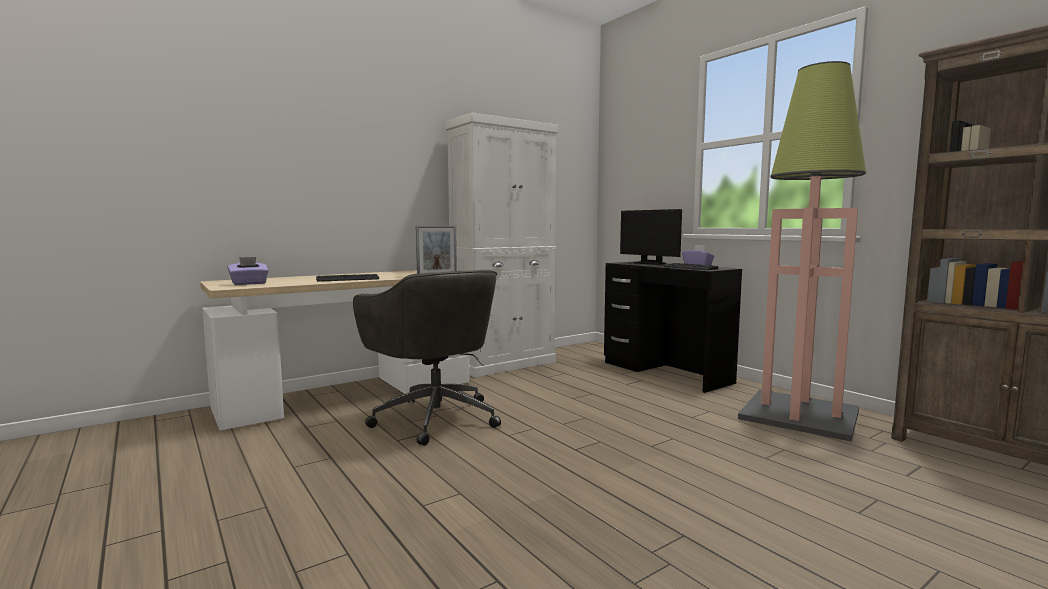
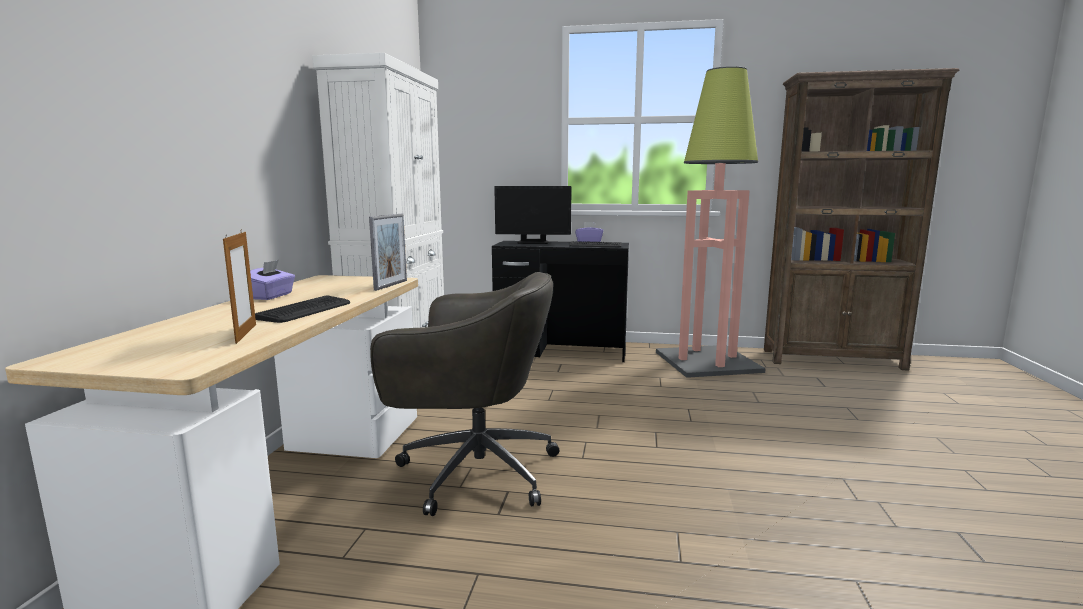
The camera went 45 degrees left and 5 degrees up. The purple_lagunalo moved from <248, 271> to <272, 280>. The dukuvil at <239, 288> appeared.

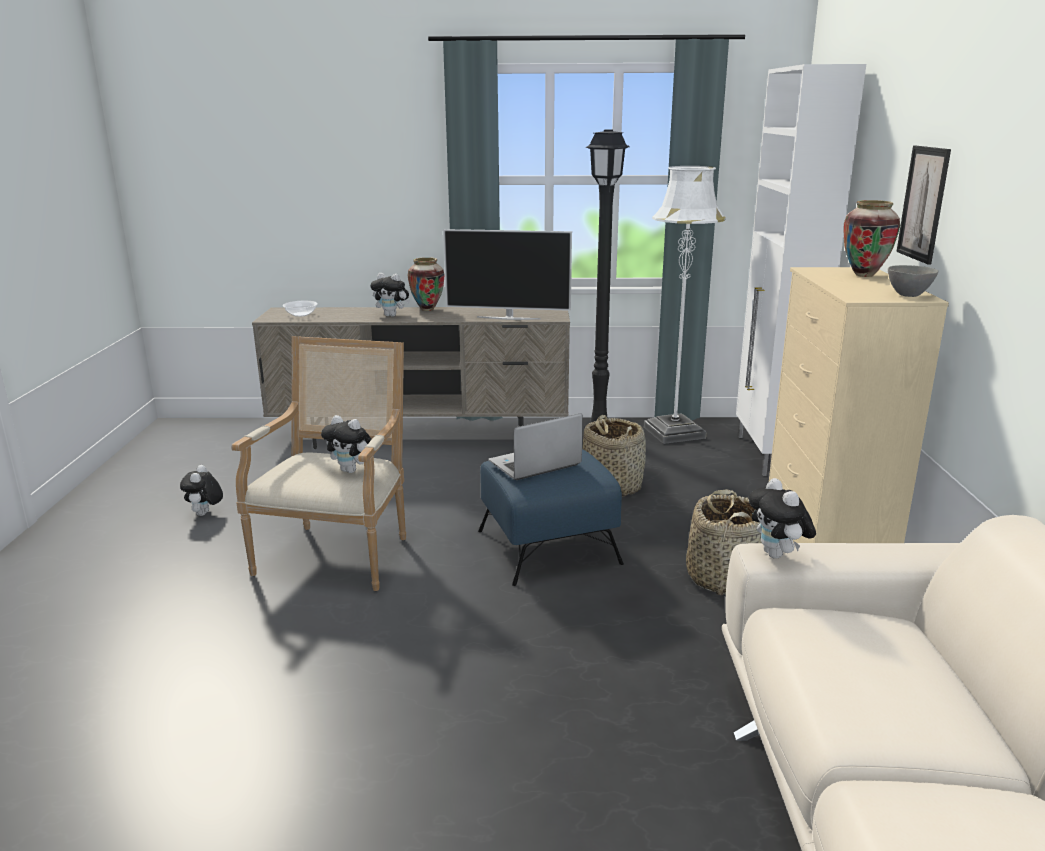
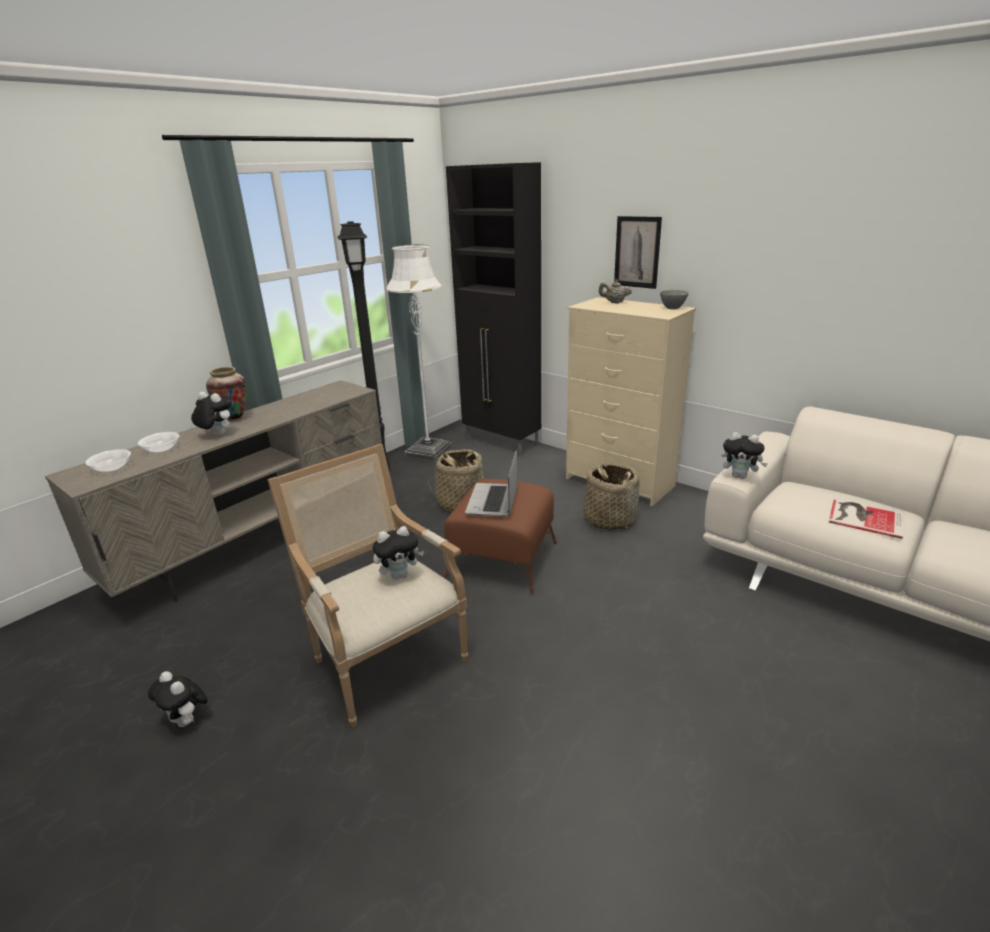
The camera went 50 degrees left and 5 degrees up. The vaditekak at <390, 295> turned 120 degrees counterclockwise. The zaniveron at <507, 274> disappeared. The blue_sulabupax at <551, 517> became the brown_sulabupax at <500, 537>. The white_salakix at <801, 270> became the black_salakix at <493, 308>. The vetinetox at <871, 238> was replaced by the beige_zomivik at <615, 291>. The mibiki at <158, 442> appeared. The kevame at <866, 519> appeared.

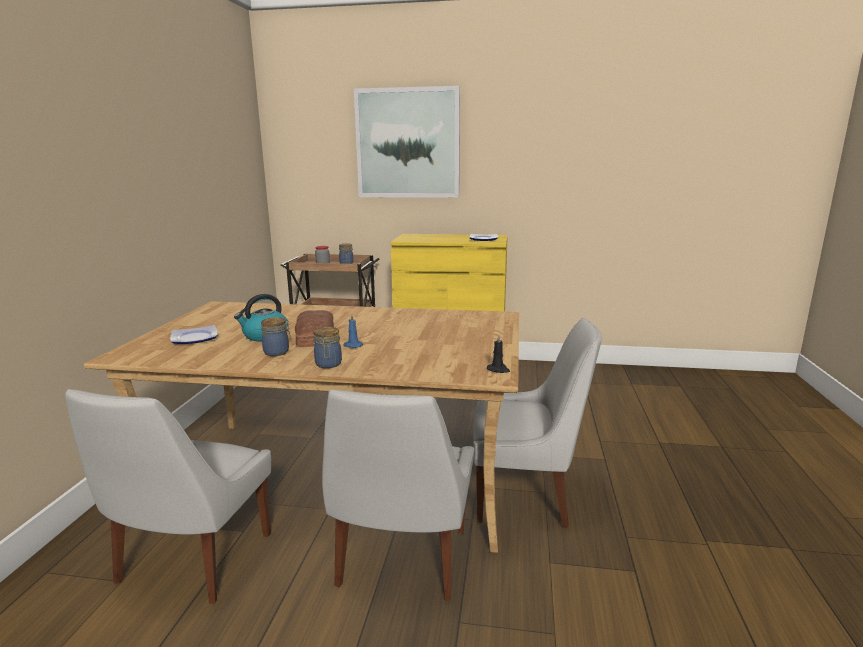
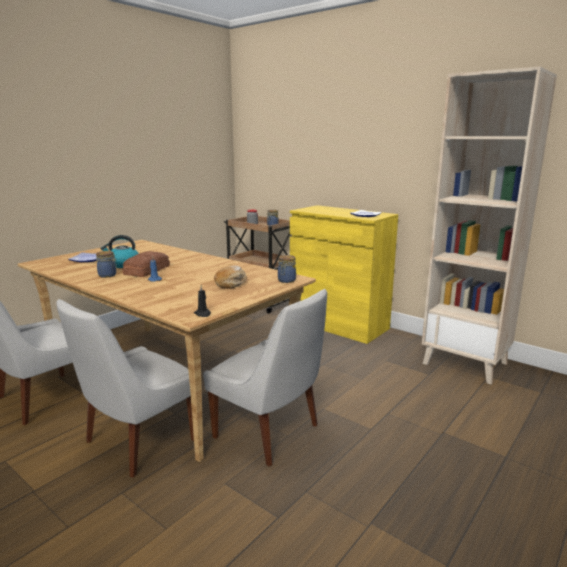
The camera went 30 degrees right and 0 degrees up. The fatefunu moved from <328, 347> to <287, 269>. The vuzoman at <407, 142> disappeared. The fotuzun at <230, 277> appeared. The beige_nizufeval at <489, 225> appeared.

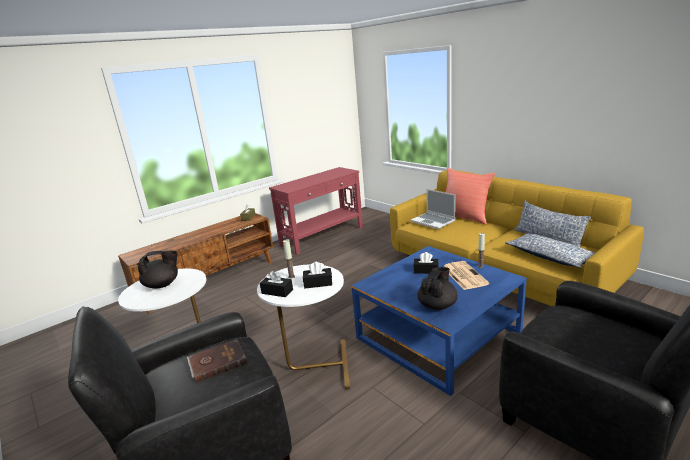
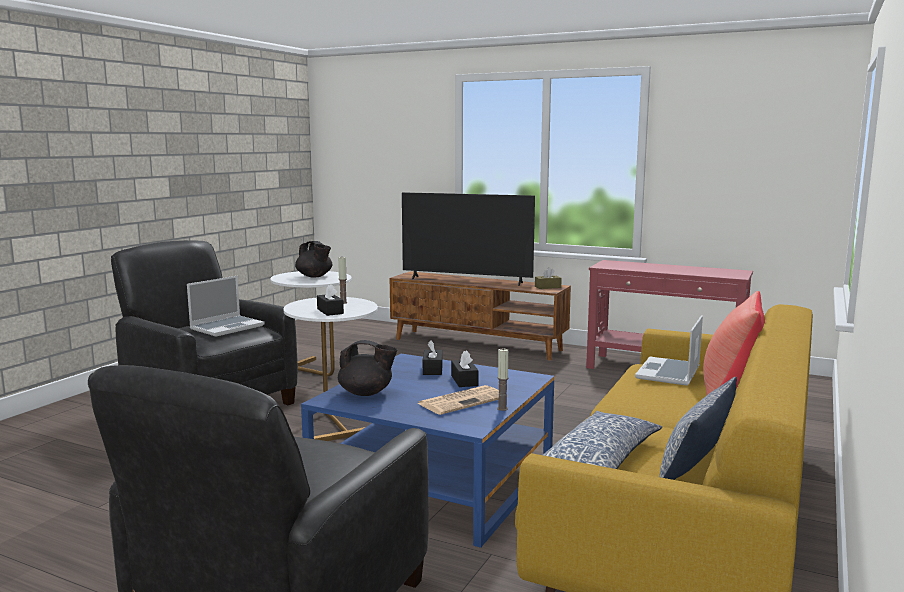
The camera went 65 degrees right and 10 degrees down. The brown_kevame at <217, 360> was replaced by the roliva at <226, 306>. The black_lagunalo moved from <276, 284> to <433, 357>. The zaniveron at <468, 239> appeared.

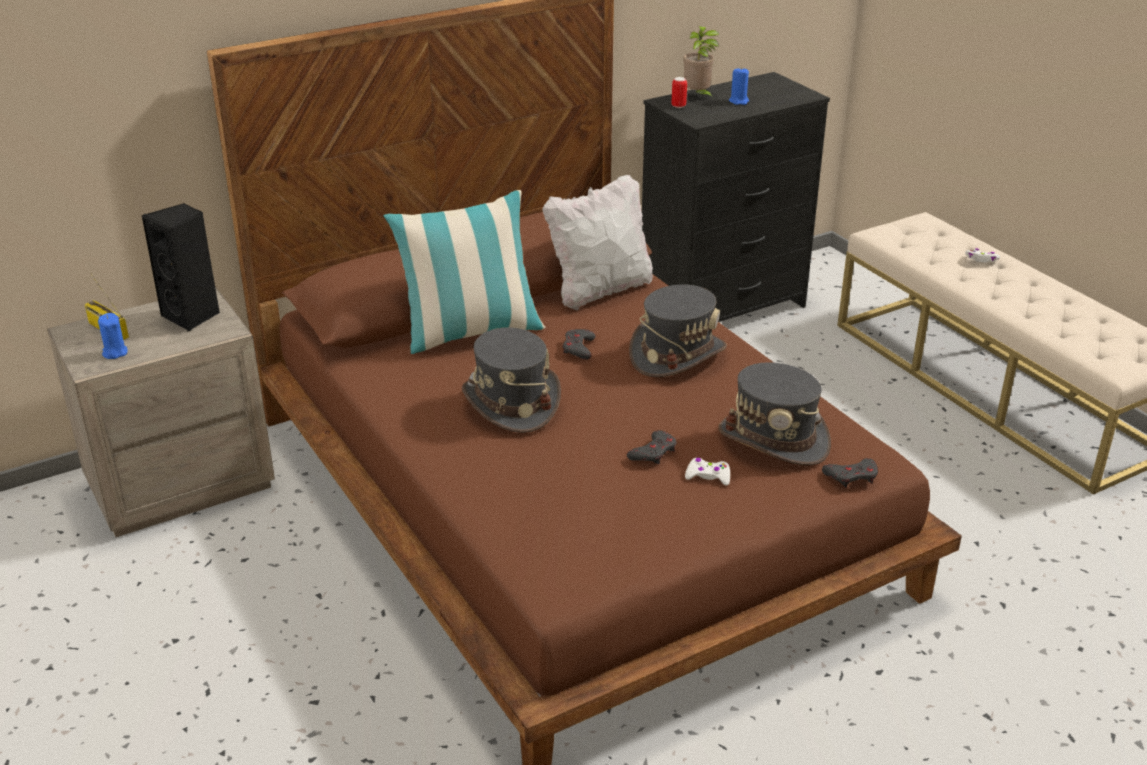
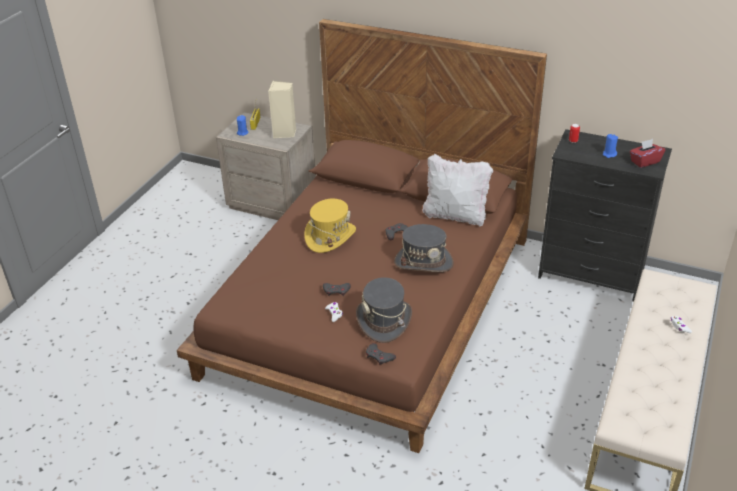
The camera went 55 degrees right and 5 degrees up. The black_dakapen at <181, 267> became the beige_dakapen at <282, 109>. The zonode at <464, 272> disappeared. The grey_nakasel at <511, 380> became the yellow_nakasel at <330, 226>. The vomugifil at <701, 63> disappeared. The red_lagunalo at <647, 153> appeared.

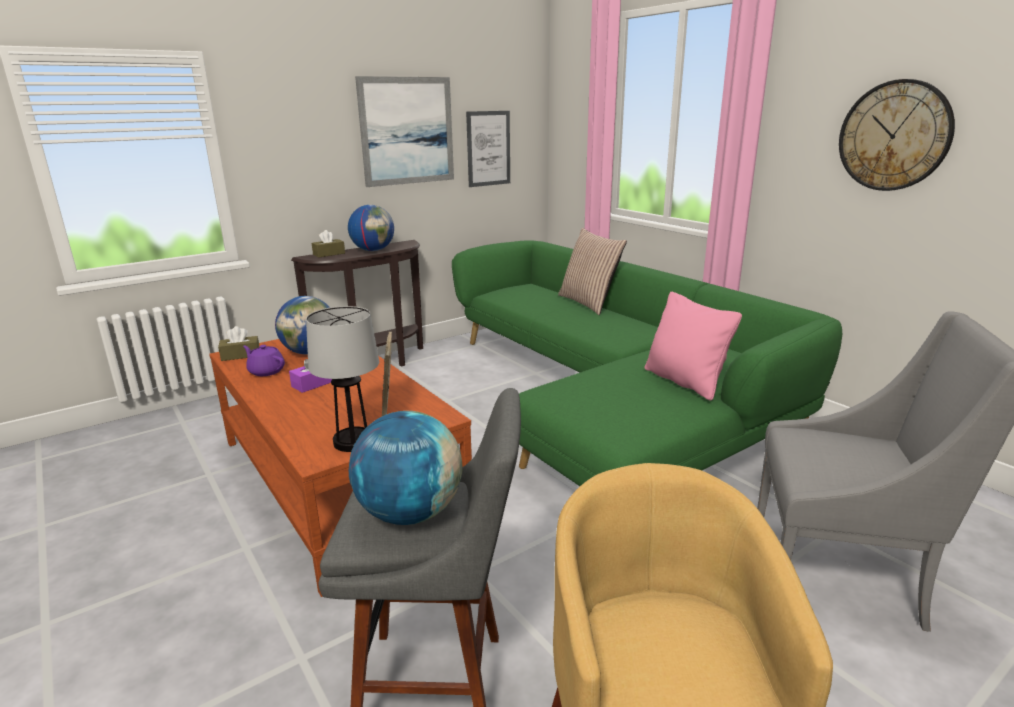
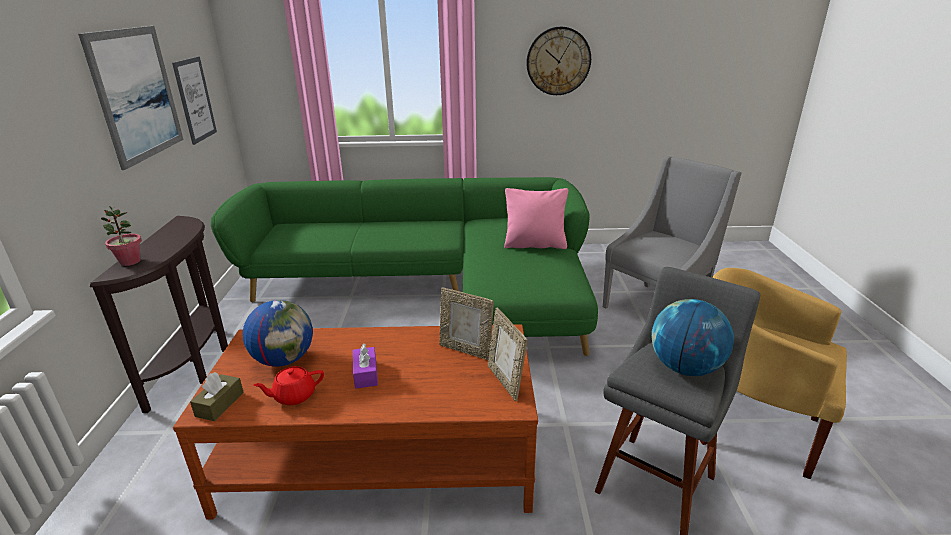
The camera went 55 degrees left and 5 degrees up. The purple_zomivik at <264, 360> became the red_zomivik at <288, 385>. The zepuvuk at <342, 379> was replaced by the dukuvil at <507, 354>. The brown_lagunalo at <328, 243> was replaced by the vomugifil at <121, 236>. The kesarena at <371, 228> disappeared. The zonode at <592, 271> disappeared.

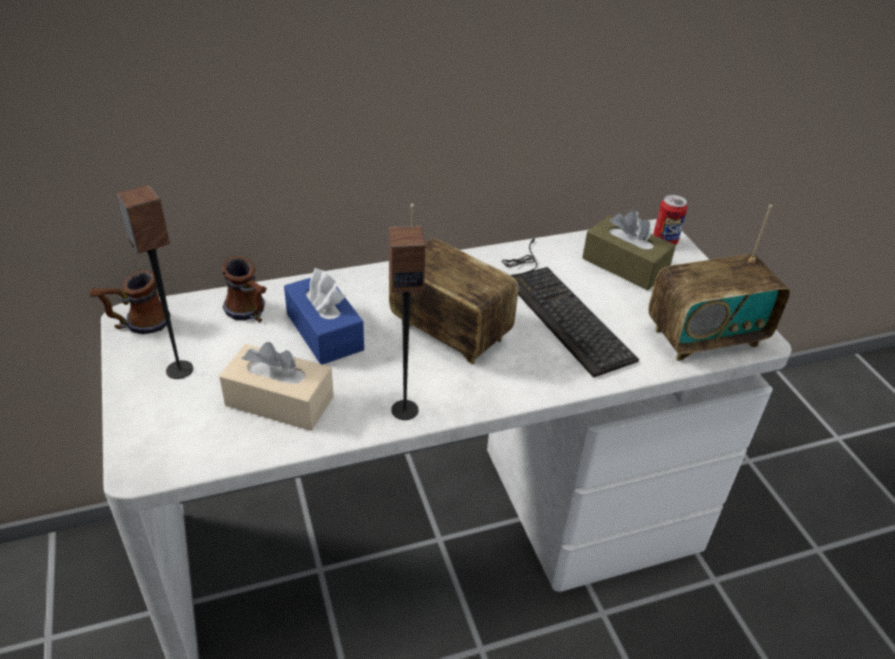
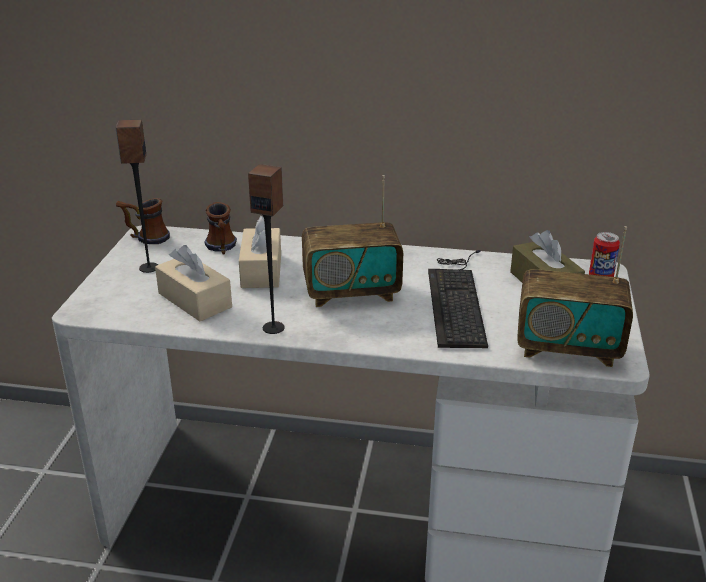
The camera went 30 degrees right and 10 degrees down. The blue_lagunalo at <324, 316> became the beige_lagunalo at <260, 252>. The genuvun at <454, 284> turned 105 degrees clockwise.

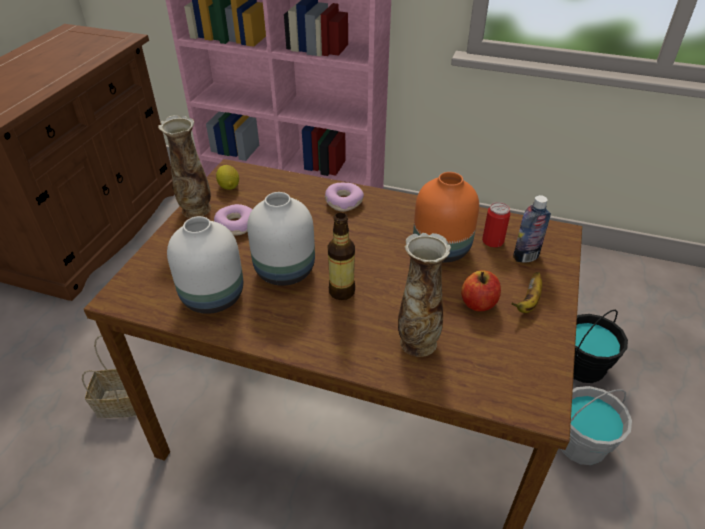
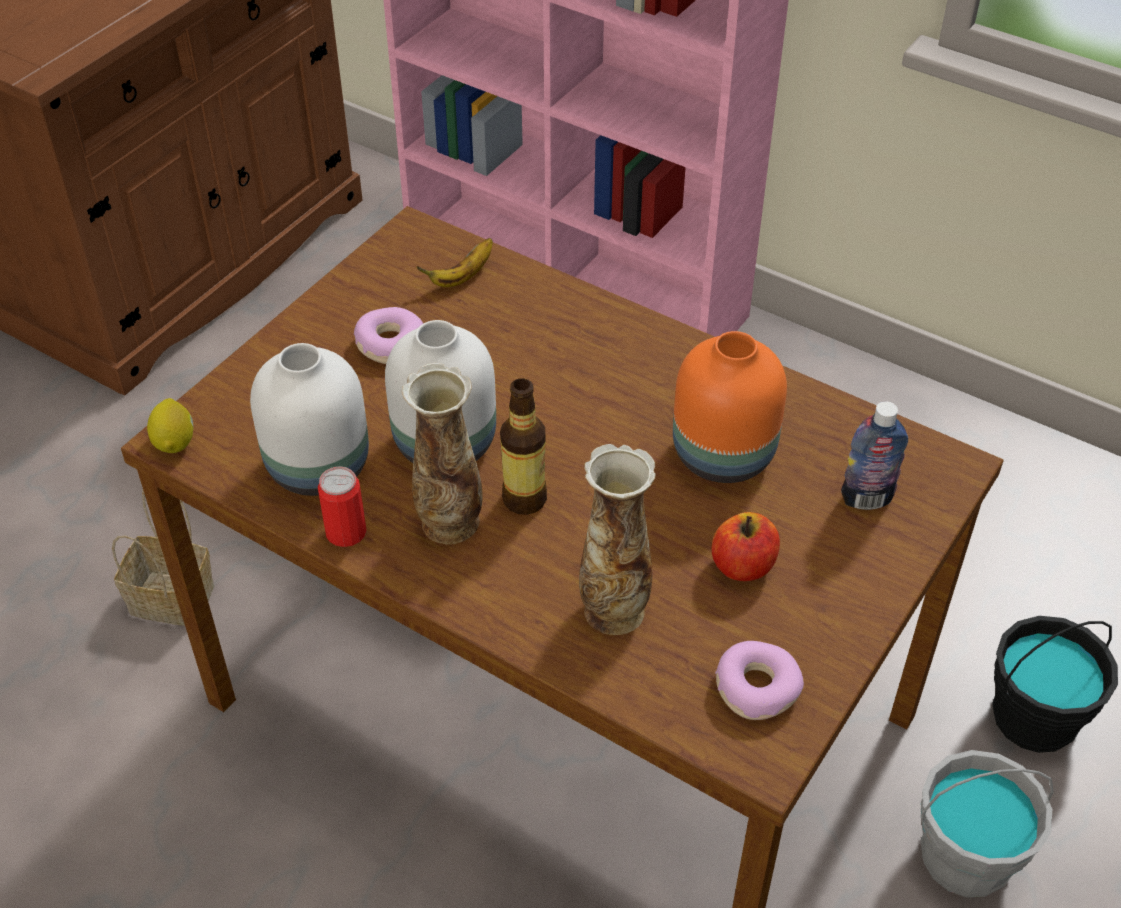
The camera went 15 degrees right and 5 degrees up. The vetinetox moved from <184, 166> to <442, 453>. The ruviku moved from <227, 177> to <170, 425>. The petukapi moved from <344, 197> to <759, 680>. The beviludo moved from <496, 224> to <342, 507>. The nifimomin moved from <526, 292> to <454, 262>.

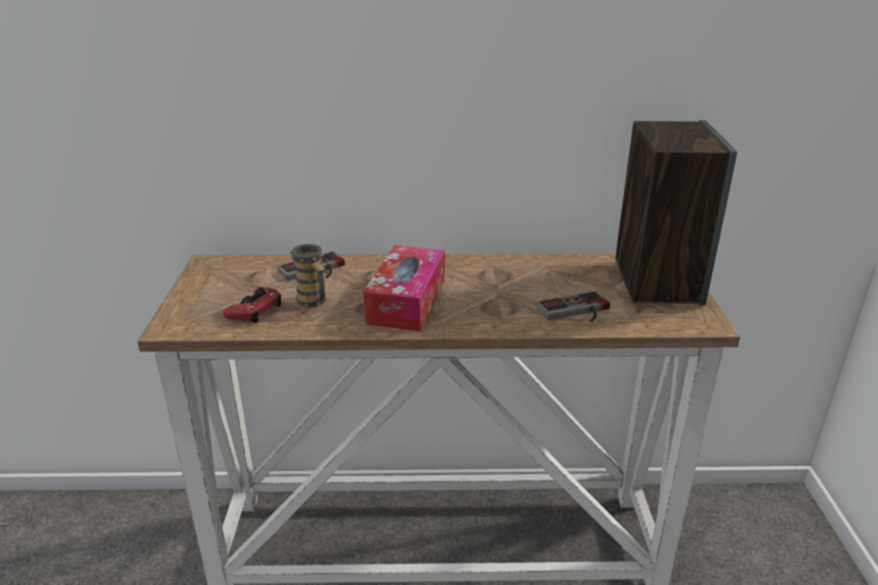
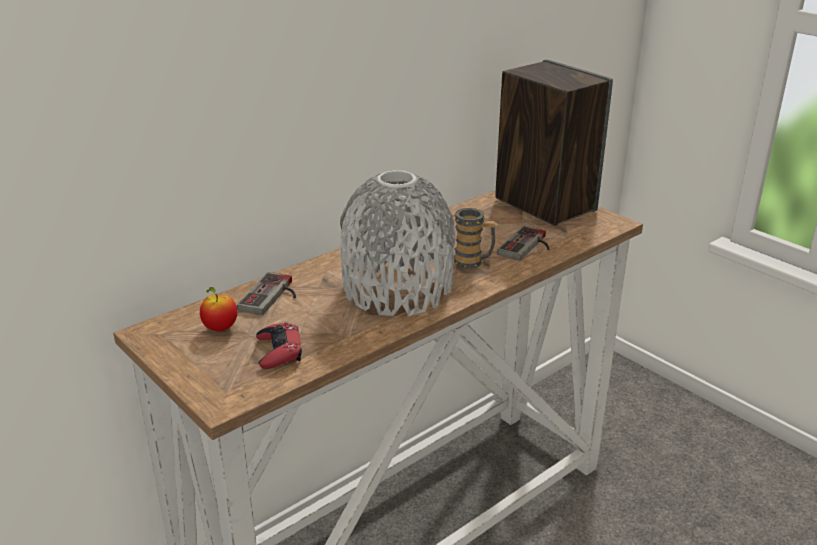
The camera went 40 degrees left and 0 degrees up. The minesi moved from <308, 276> to <475, 238>. The lagunalo at <404, 288> was replaced by the grey_vetinetox at <397, 243>. The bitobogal at <218, 309> appeared.

